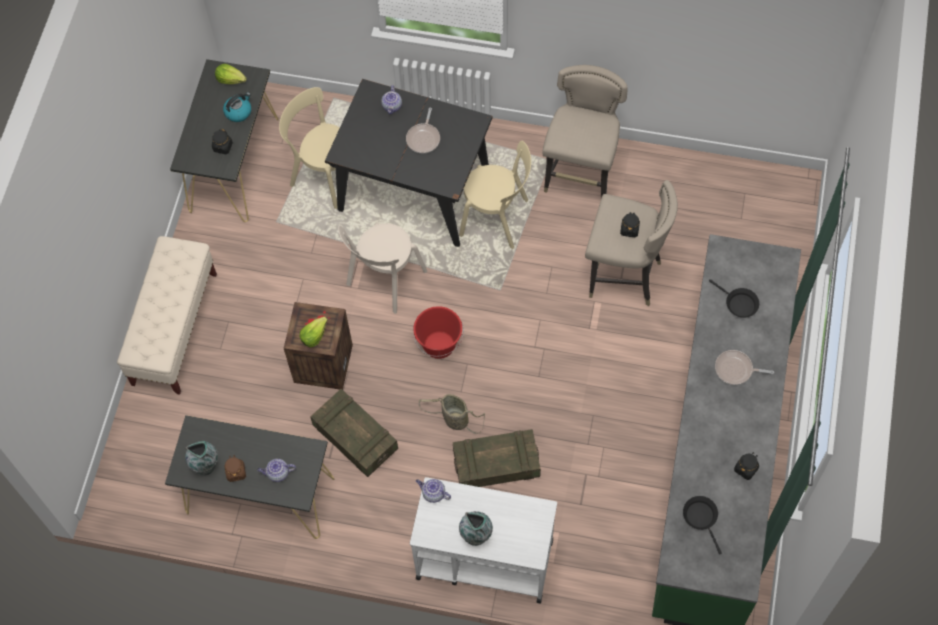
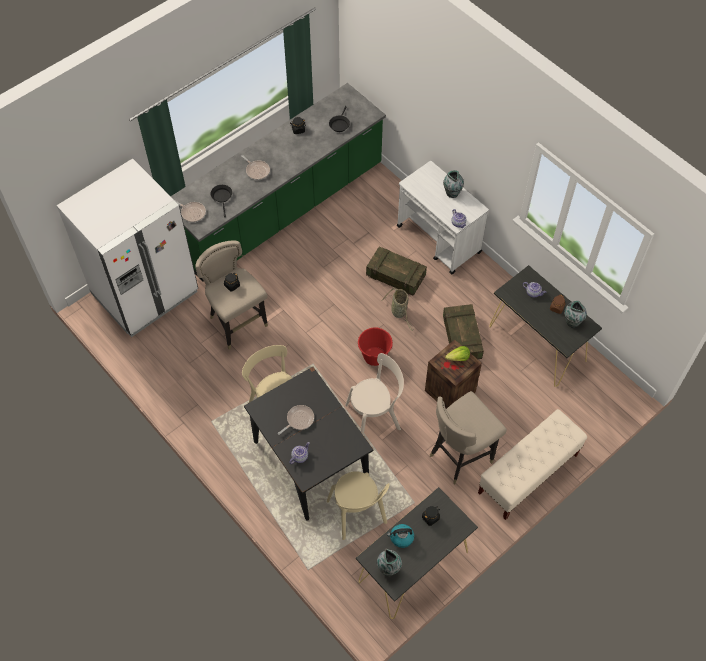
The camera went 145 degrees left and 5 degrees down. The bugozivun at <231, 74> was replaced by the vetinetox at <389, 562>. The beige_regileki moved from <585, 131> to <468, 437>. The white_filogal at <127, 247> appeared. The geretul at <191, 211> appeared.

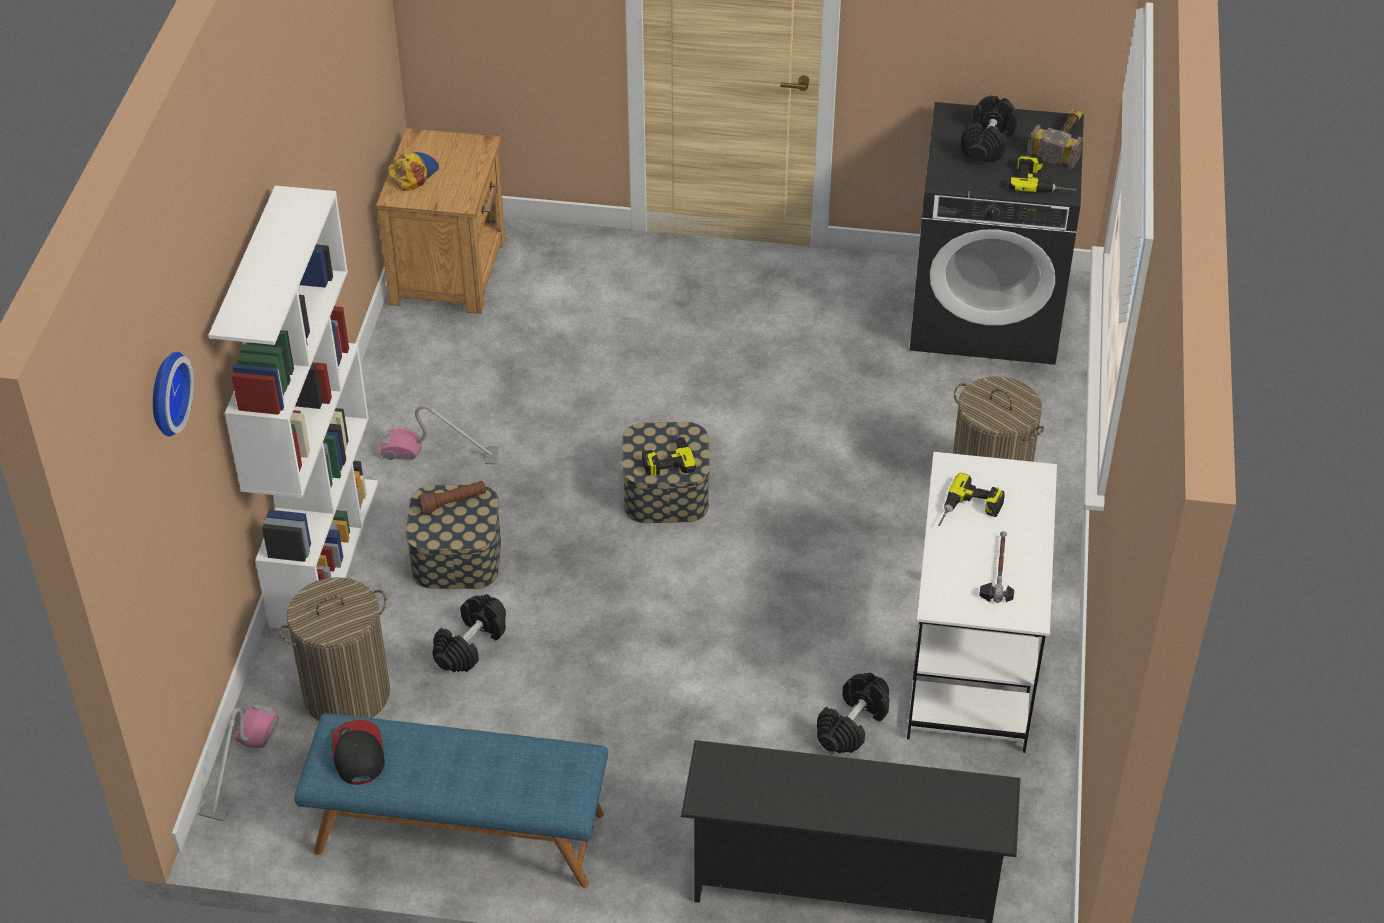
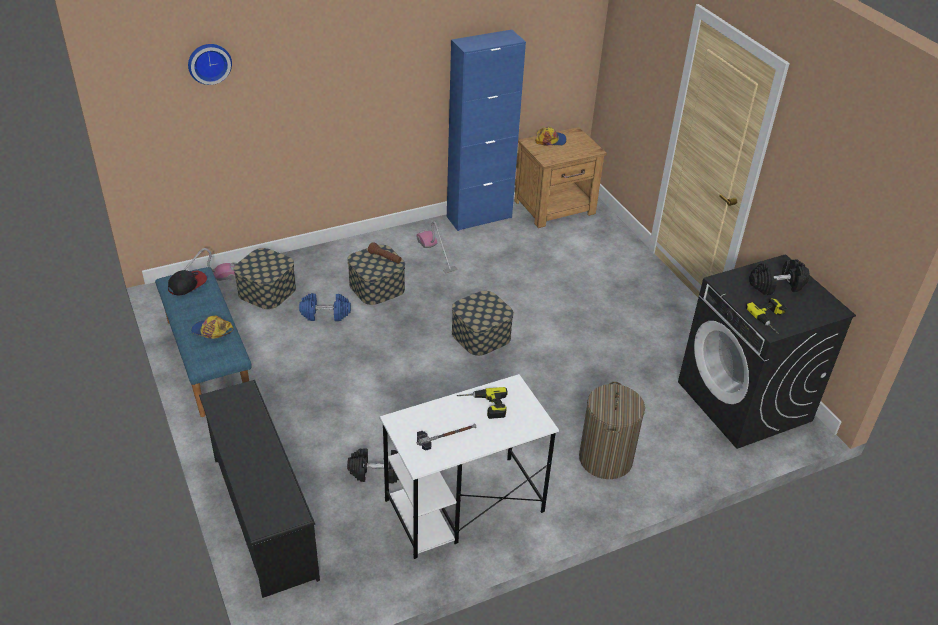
The camera went 55 degrees right and 5 degrees down. The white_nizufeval at <293, 408> disappeared. The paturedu at <334, 649> was replaced by the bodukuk at <265, 278>. The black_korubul at <469, 633> became the blue_korubul at <325, 307>. The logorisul at <669, 450> disappeared. The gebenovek at <1055, 139> disappeared. The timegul at <212, 327> appeared. The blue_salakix at <486, 130> appeared.

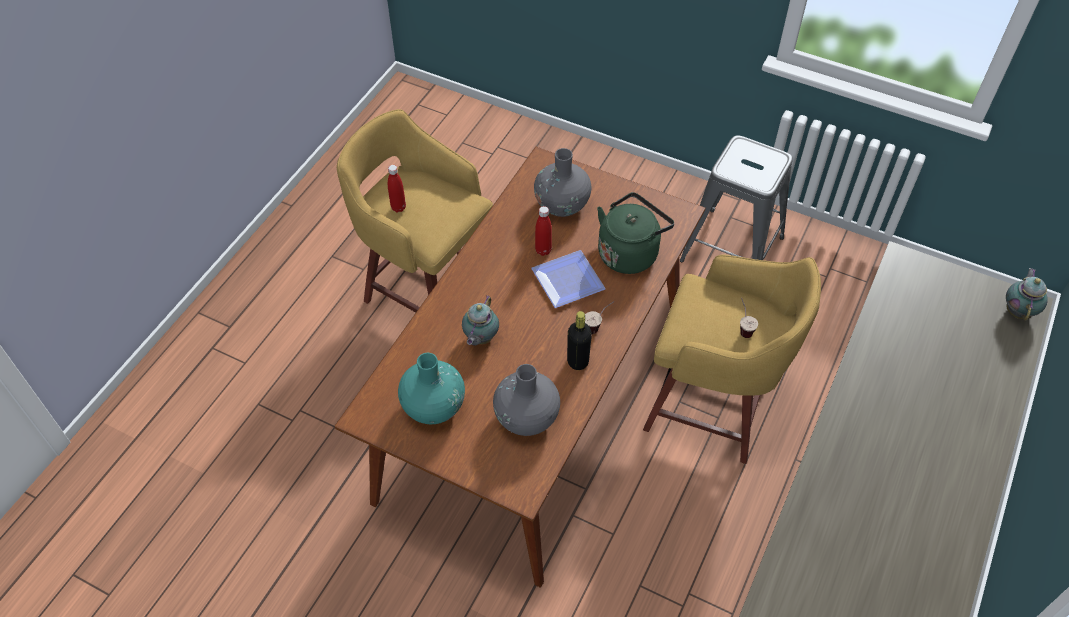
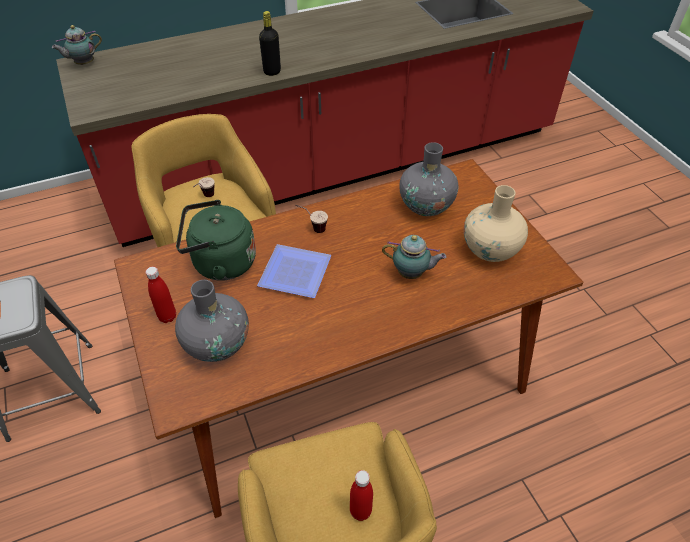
The camera went 140 degrees left and 5 degrees down. The turquoise_vetinetox at <431, 388> became the beige_vetinetox at <496, 223>. The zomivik at <480, 320> turned 45 degrees clockwise. The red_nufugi moved from <543, 231> to <160, 295>. The black_nufugi moved from <579, 340> to <270, 43>.

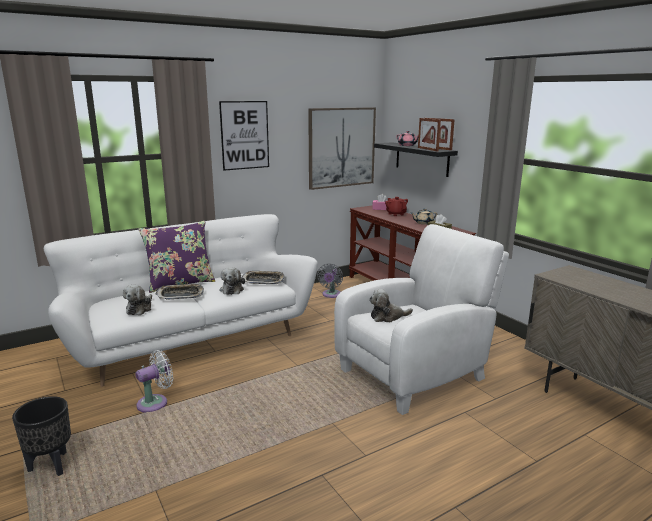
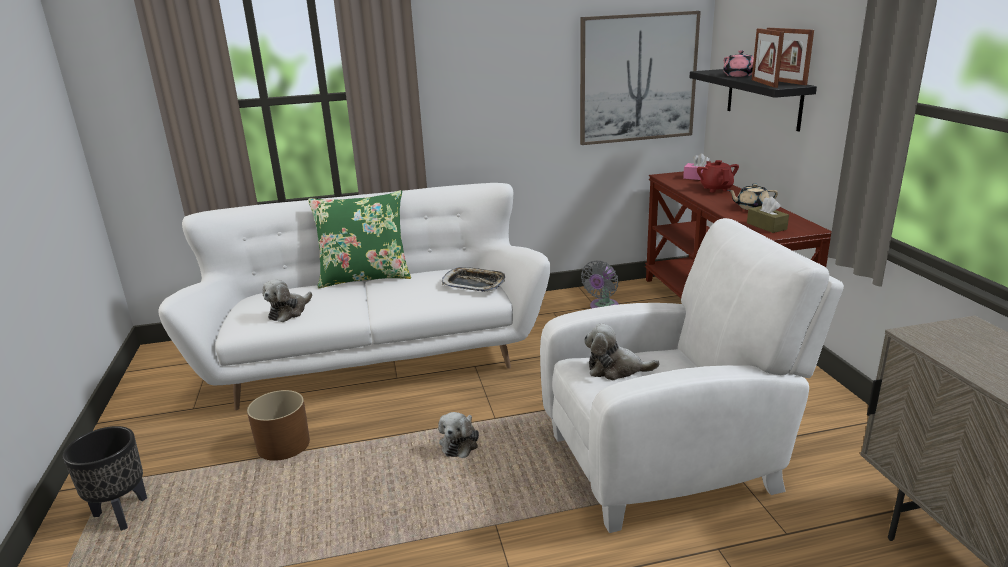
The camera went 20 degrees right and 5 degrees up. The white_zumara at <154, 381> was replaced by the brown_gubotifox at <278, 425>. The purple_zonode at <177, 257> became the green_zonode at <359, 239>. The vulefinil at <180, 291> disappeared. The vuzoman at <244, 136> disappeared. The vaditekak moved from <232, 281> to <458, 435>.

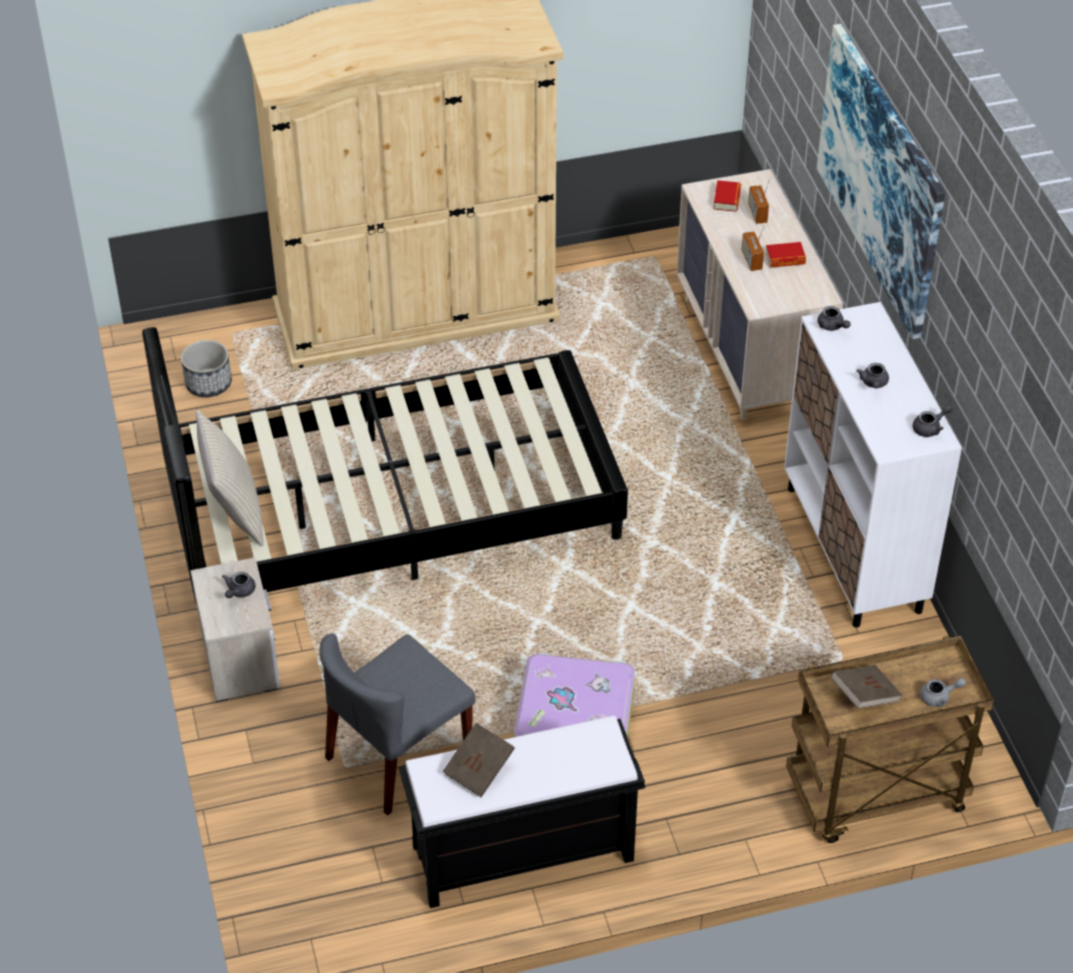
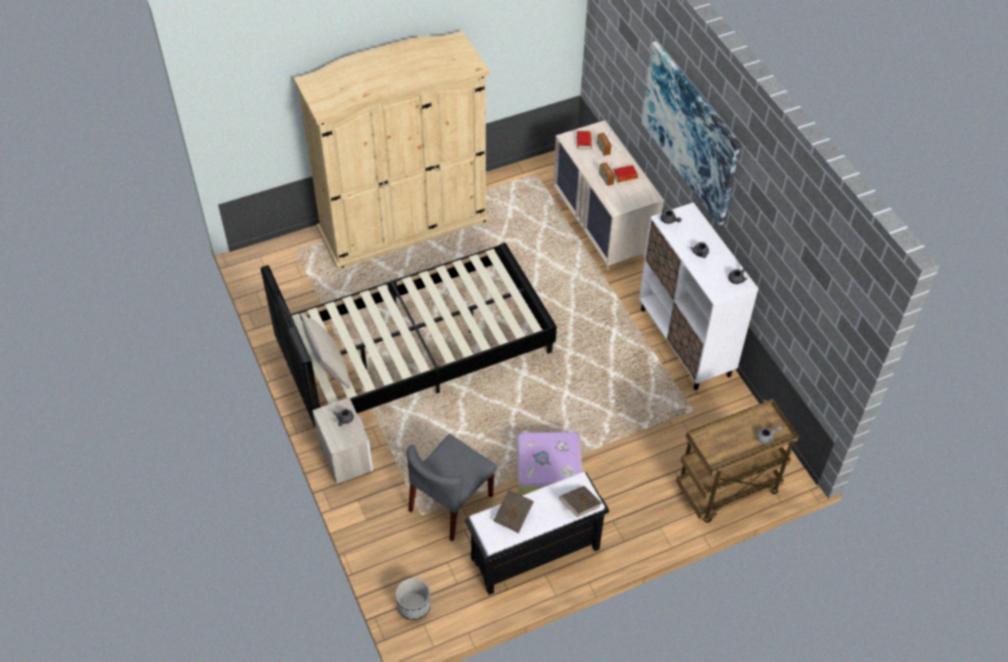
The camera went 10 degrees left and 5 degrees up. The gubotifox moved from <206, 368> to <413, 599>. The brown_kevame moved from <867, 687> to <580, 501>.

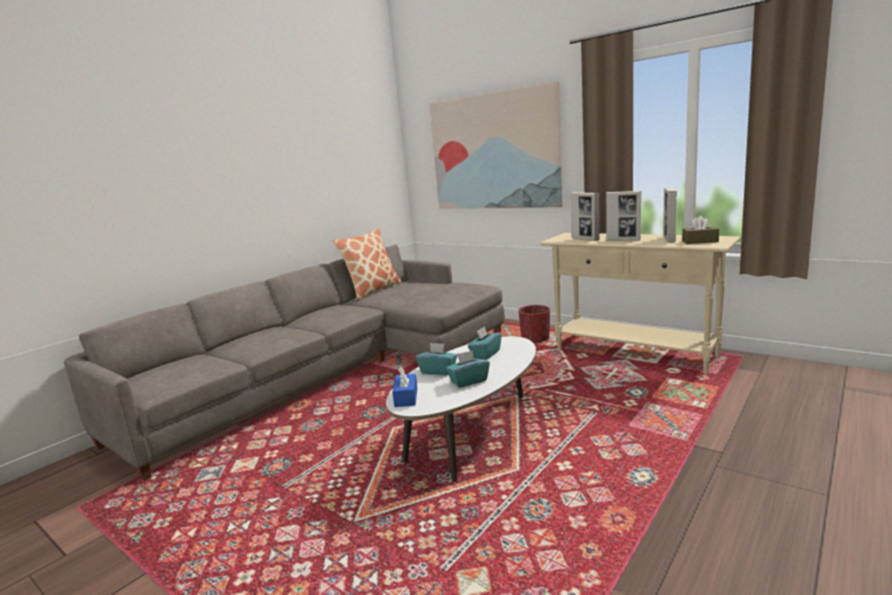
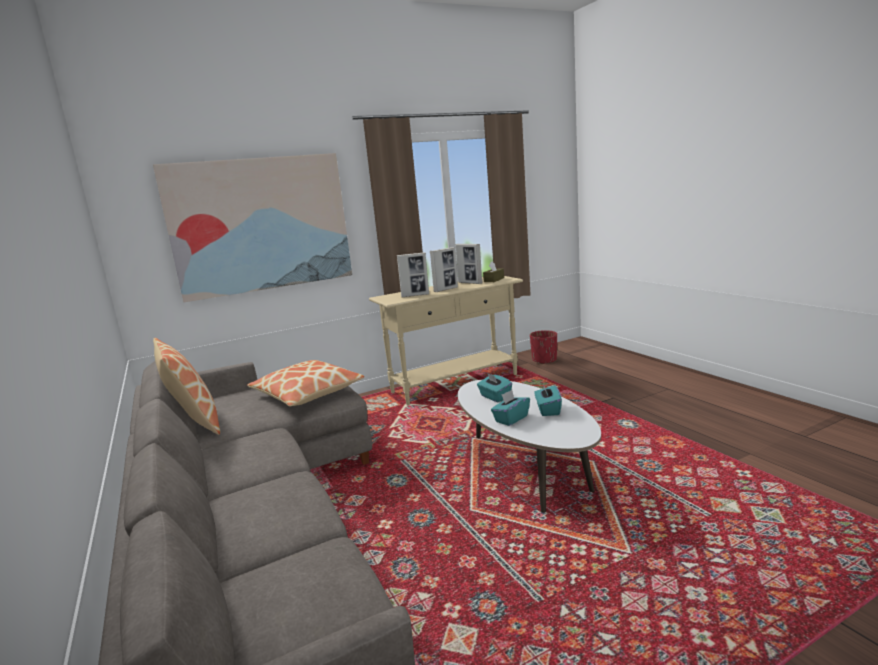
The camera went 65 degrees left and 0 degrees up. The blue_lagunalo at <404, 387> disappeared. The red_gubotifox moved from <534, 324> to <543, 347>. The zonode at <305, 383> appeared.

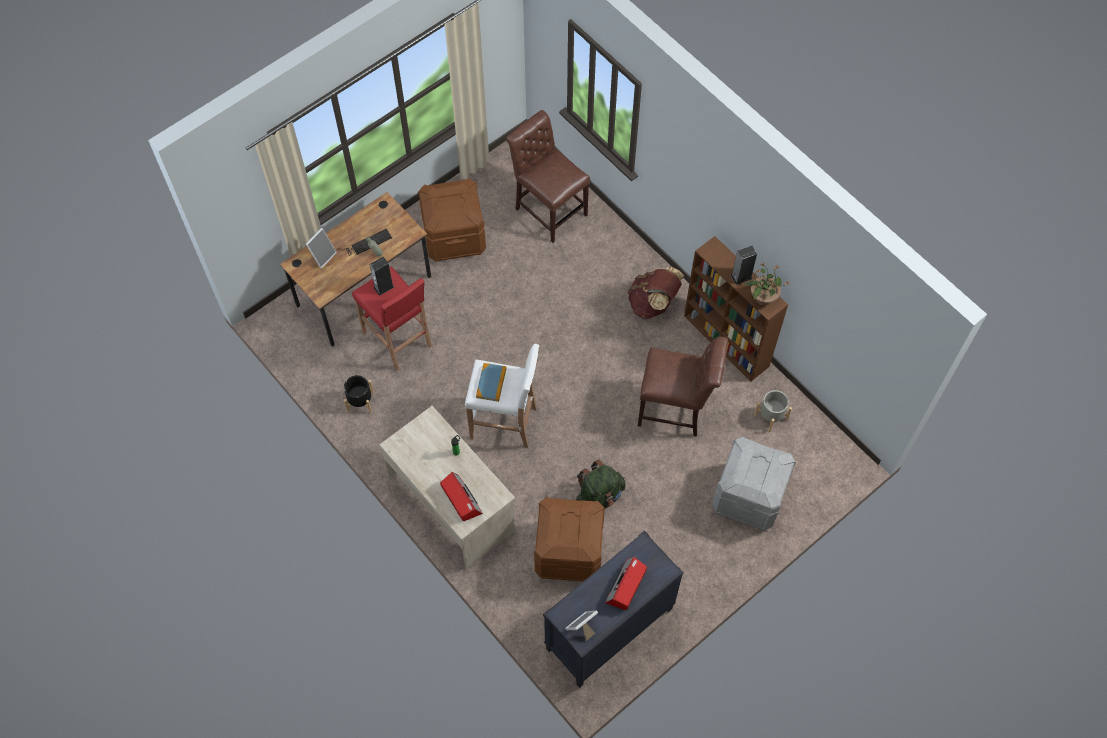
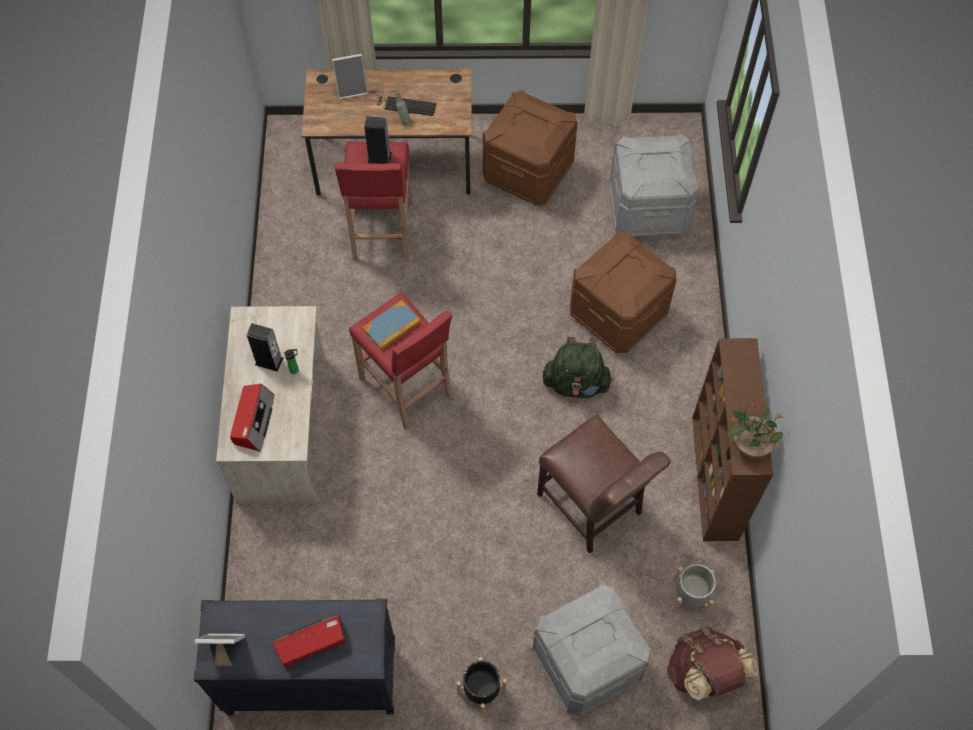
The camera went 40 degrees right and 0 degrees up. The black_gubotifox moved from <359, 394> to <482, 686>. The white_regileki at <502, 396> became the red_regileki at <401, 361>. The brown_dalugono at <548, 176> was replaced by the grey_bodukuk at <654, 185>. The brown_bodukuk moved from <569, 539> to <623, 292>. The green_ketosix moved from <601, 483> to <578, 367>. The brown_ketosix moved from <656, 293> to <713, 663>. The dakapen moved from <744, 265> to <265, 347>.

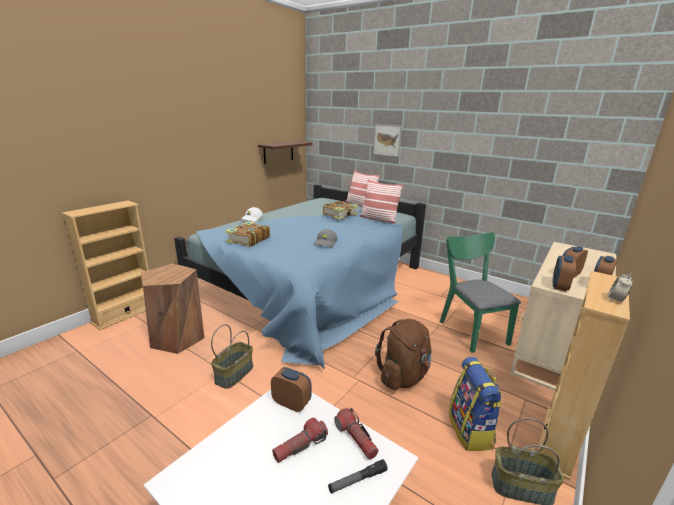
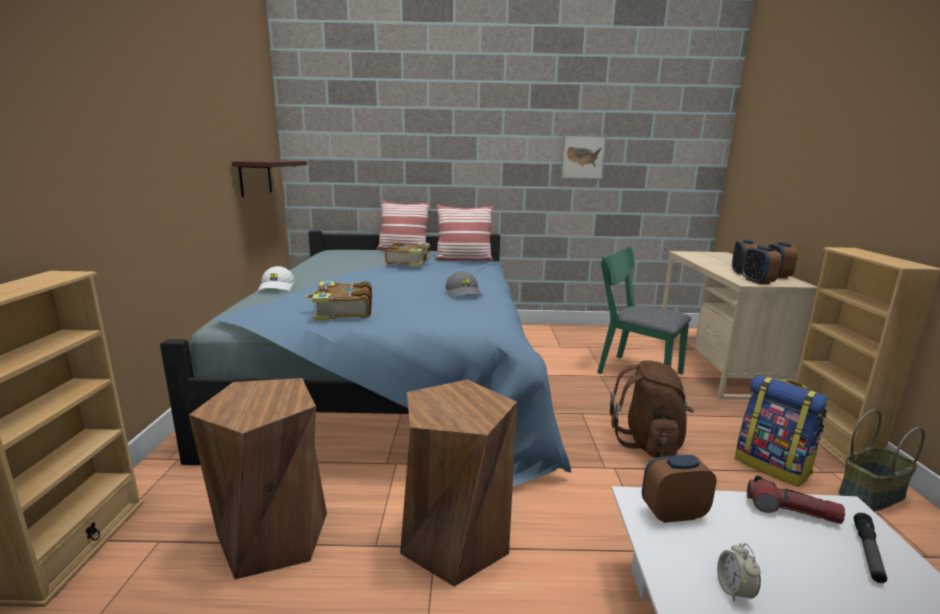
The camera went 35 degrees left and 5 degrees down. The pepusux at <232, 356> was replaced by the brown_regileki at <458, 483>. The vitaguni at <300, 440> disappeared. The vuzoman moved from <387, 140> to <584, 156>. The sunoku moved from <620, 287> to <739, 572>.

